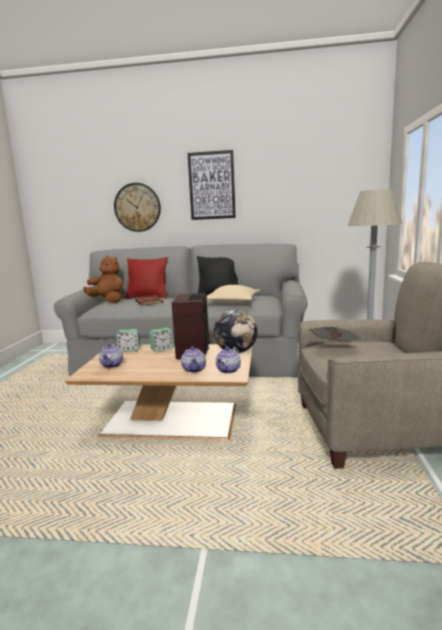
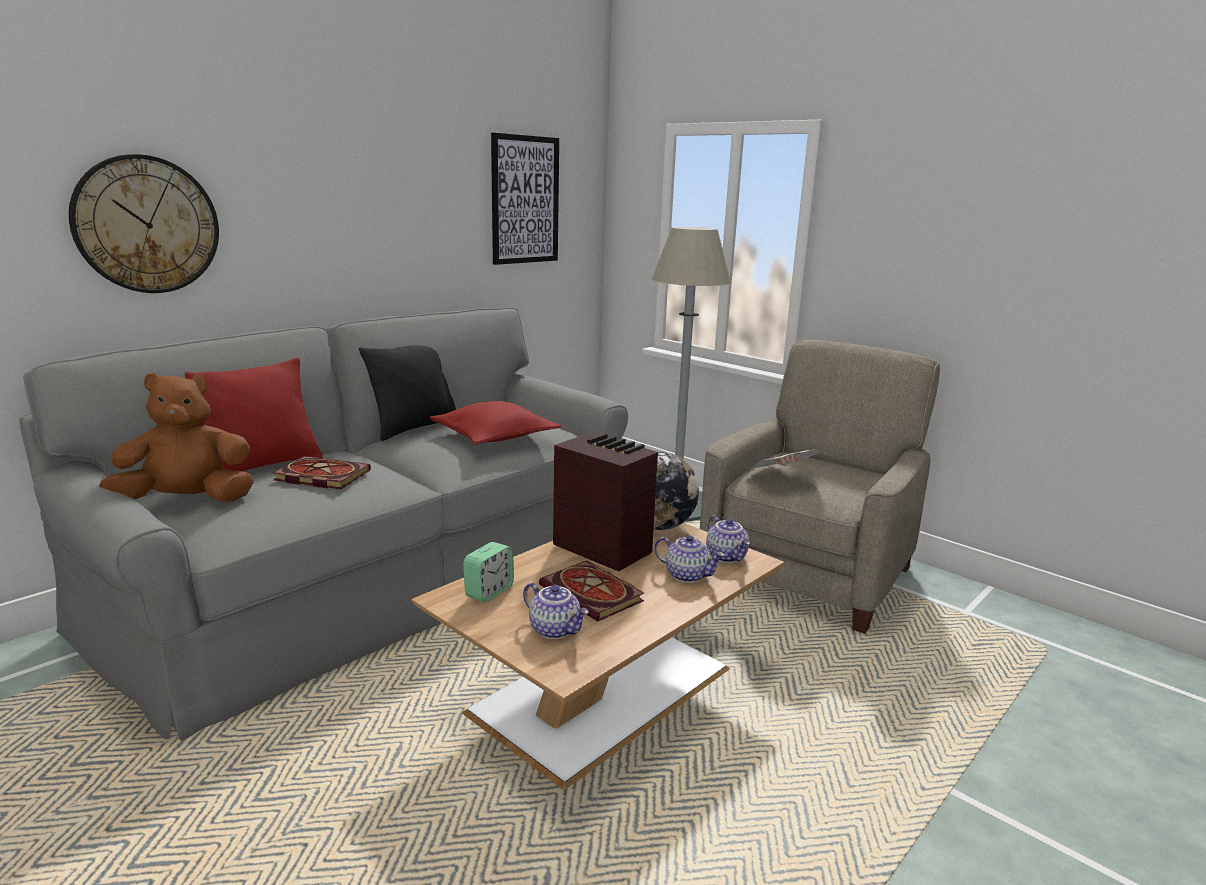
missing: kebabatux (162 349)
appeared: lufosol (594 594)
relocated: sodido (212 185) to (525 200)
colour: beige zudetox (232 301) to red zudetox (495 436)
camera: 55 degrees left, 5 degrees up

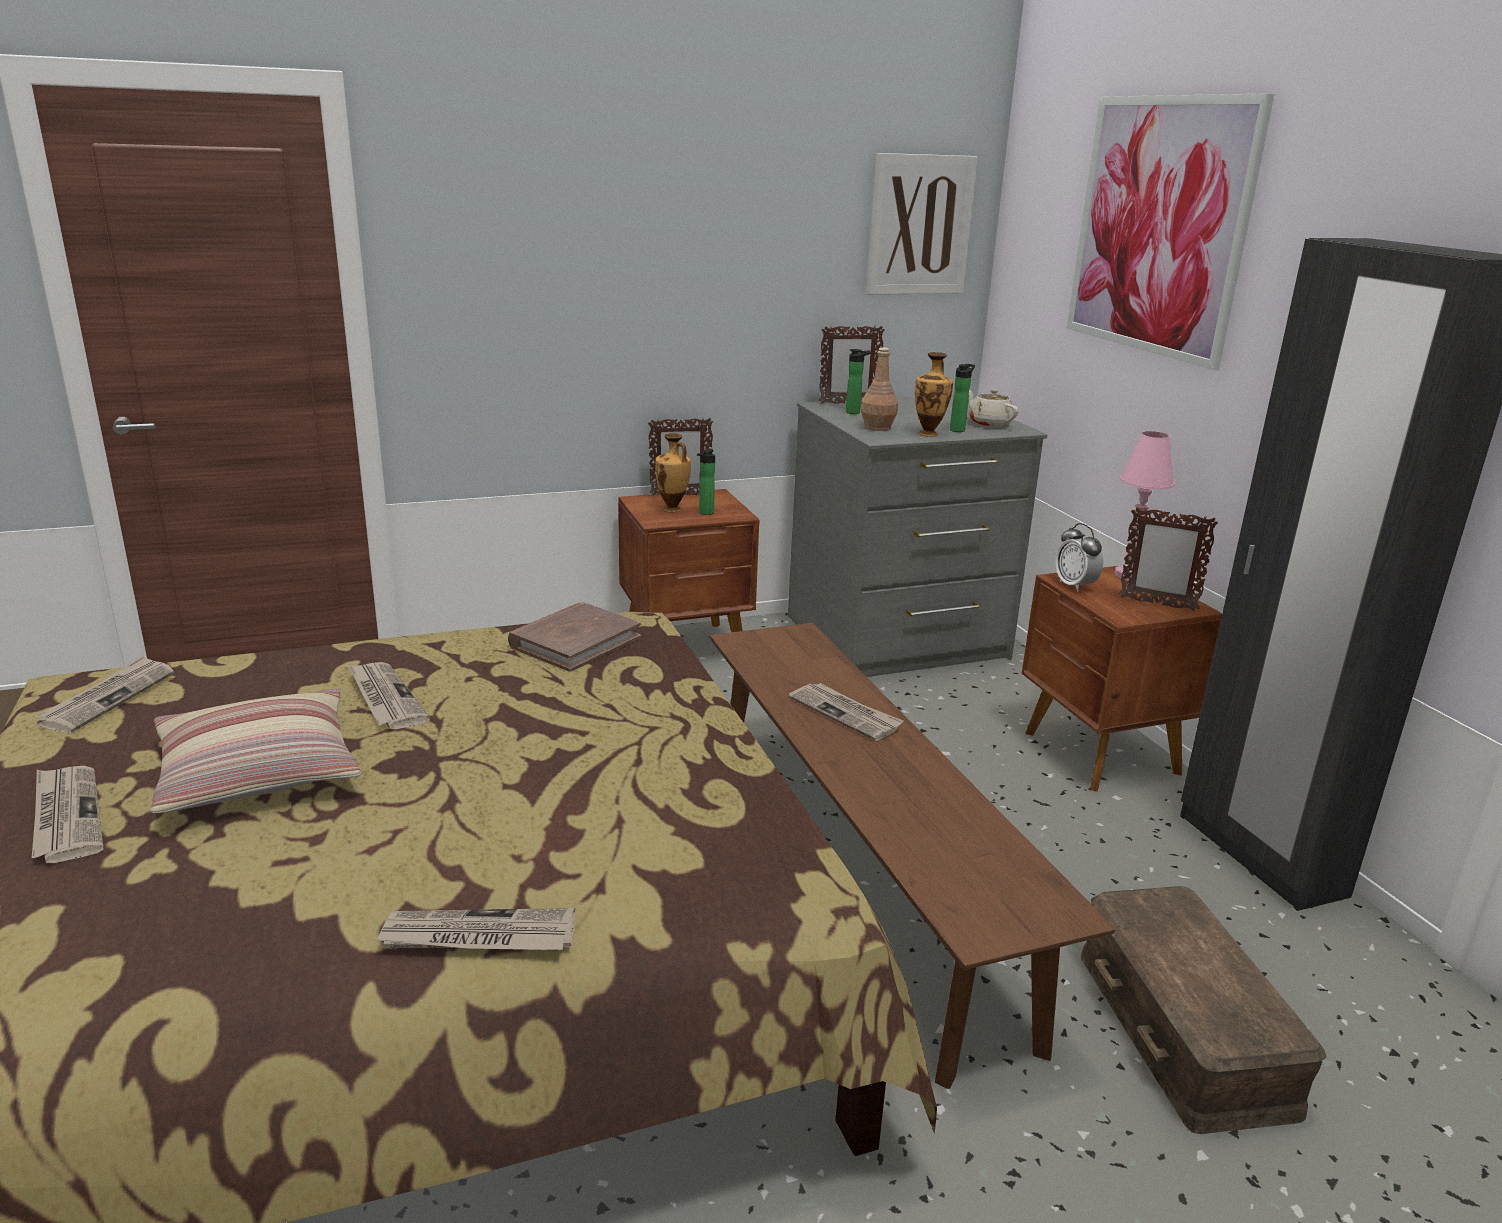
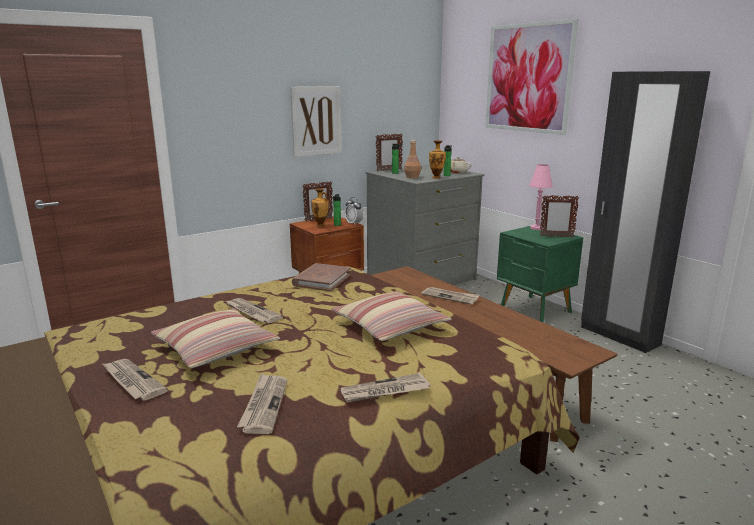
missing: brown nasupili (1186 1030)
appeared: zudetox (390 326)
relocated: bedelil (108 698) to (264 405); sodido (920 225) to (316 121); kebabatux (1075 586) to (354 223)
colour: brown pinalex (1100 754) to green pinalex (535 310)
camera: 15 degrees left, 5 degrees down

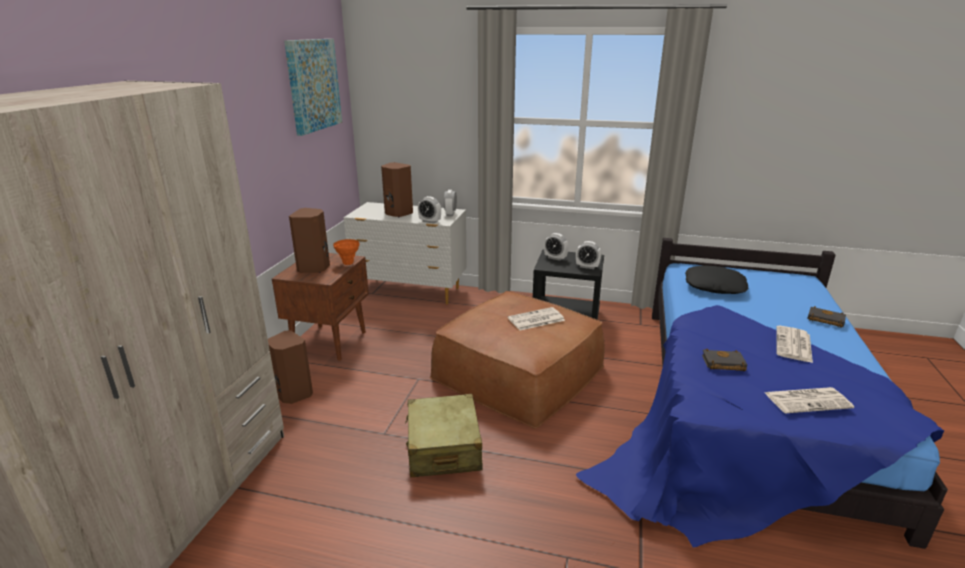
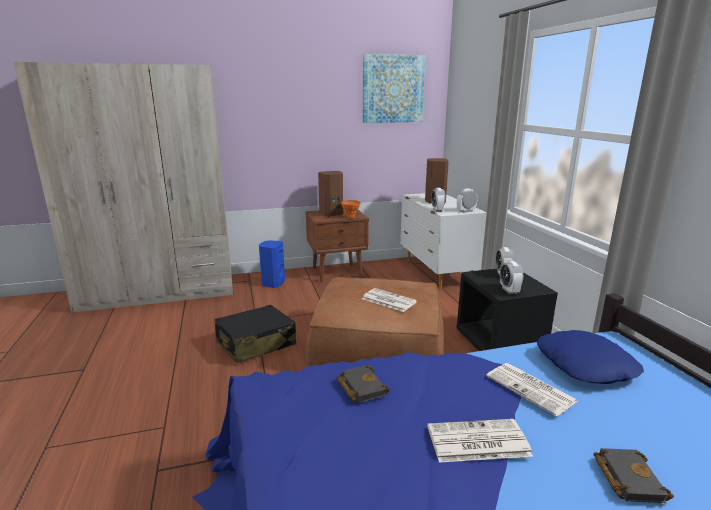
relocated: bedelil (808 400) to (532 389)
colour: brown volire (293 394) to blue volire (272 283); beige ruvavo (443 447) to black ruvavo (255 344); black zudetox (714 286) to blue zudetox (585 365)
camera: 60 degrees right, 5 degrees down

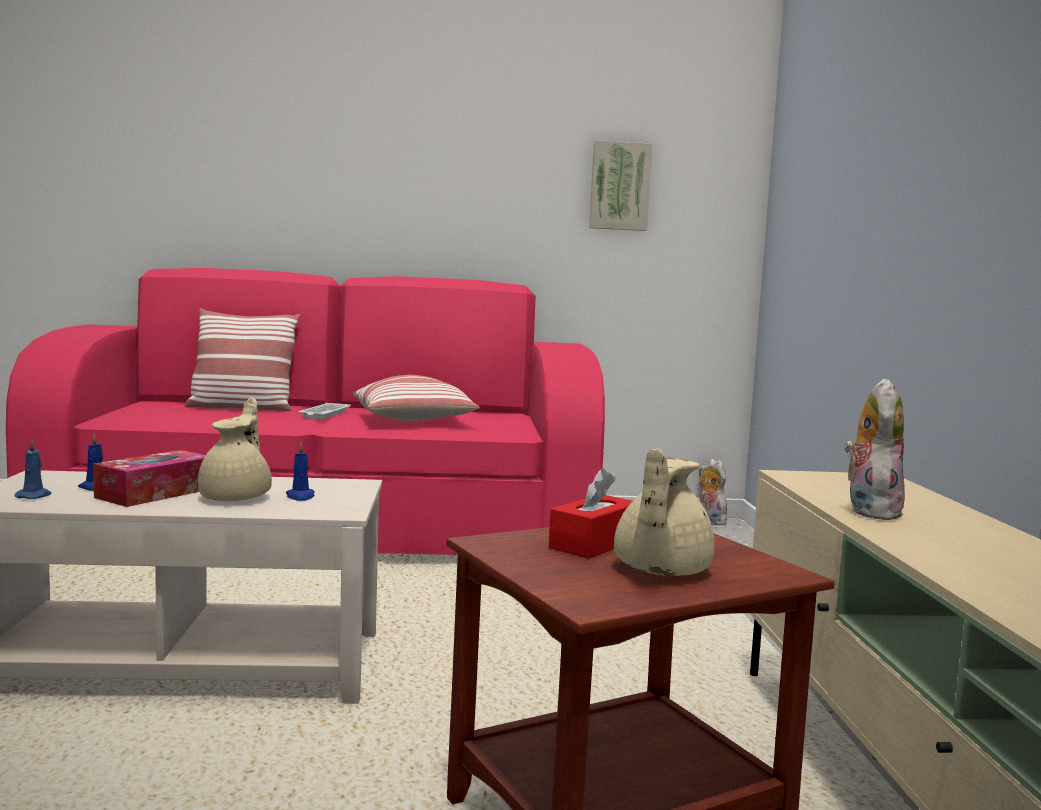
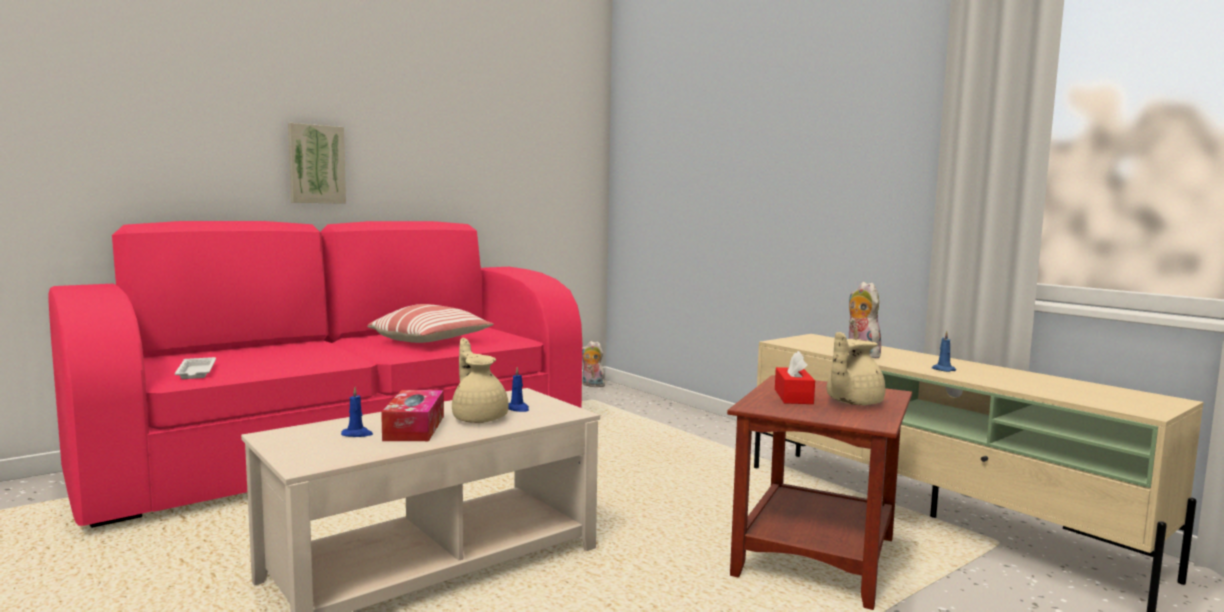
missing: zudetox (241 408)
relocated: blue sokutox (34 496) to (942 370); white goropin (324 415) to (196 372); sodido (619 186) to (316 164)
spun: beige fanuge (659 570) = (852 402) 60 degrees clockwise
camera: 35 degrees left, 0 degrees up

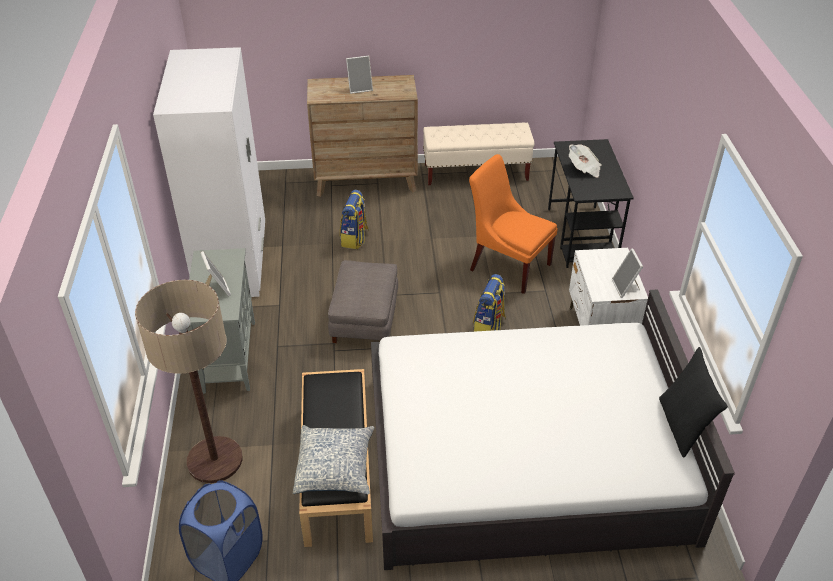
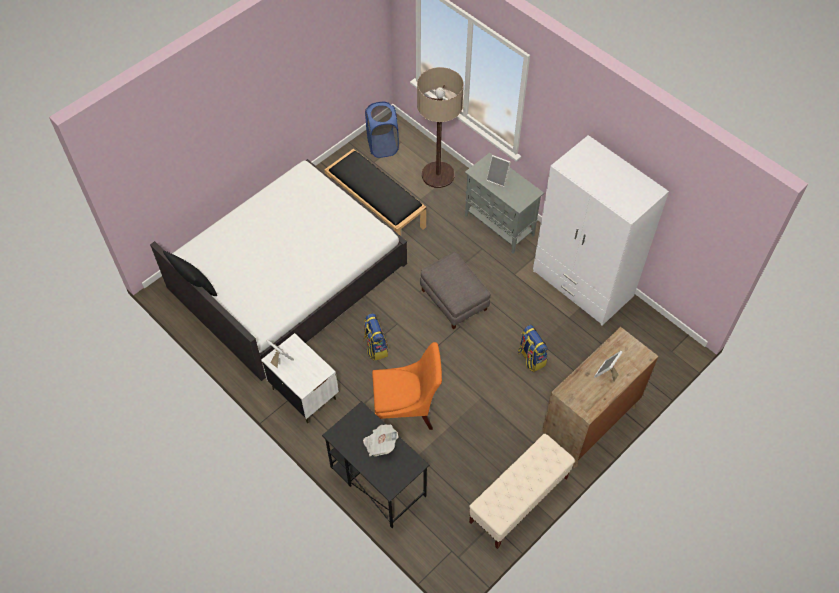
missing: zudetox (335 467)
camera: 140 degrees right, 15 degrees up

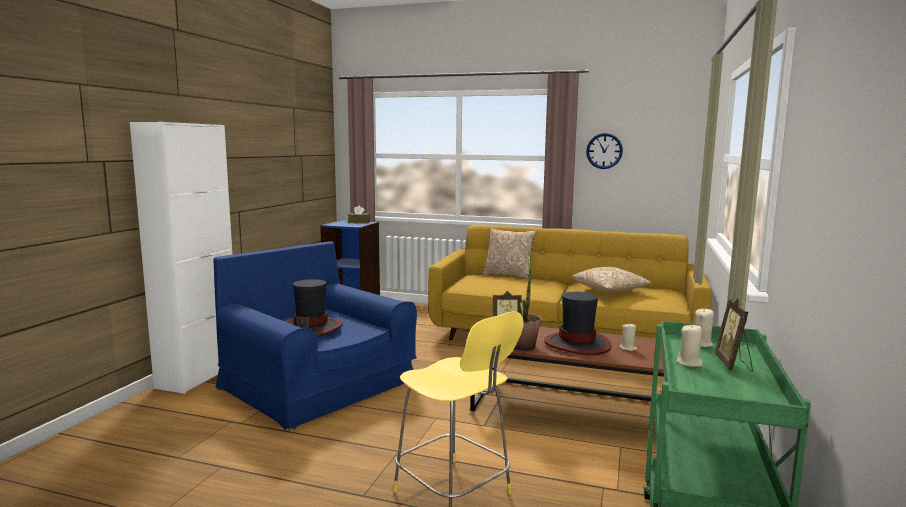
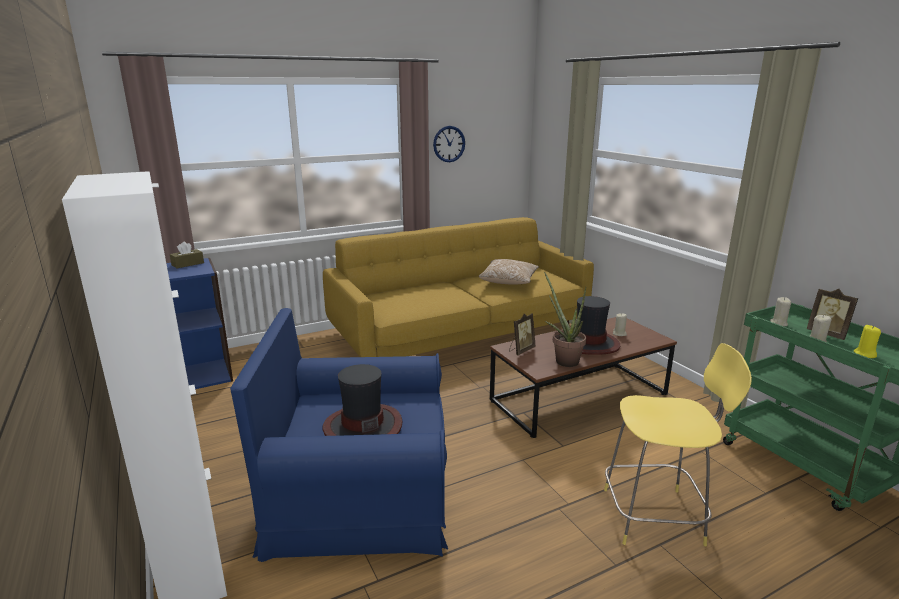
missing: zudetox (509 275)
appeared: yellow sokutox (864 354)
camera: 45 degrees left, 10 degrees up

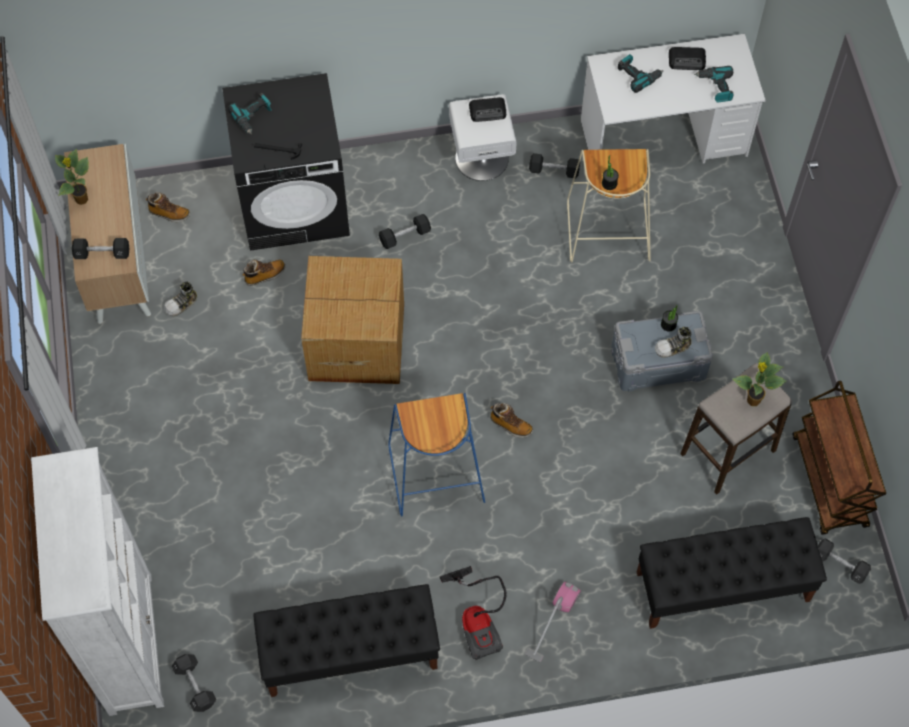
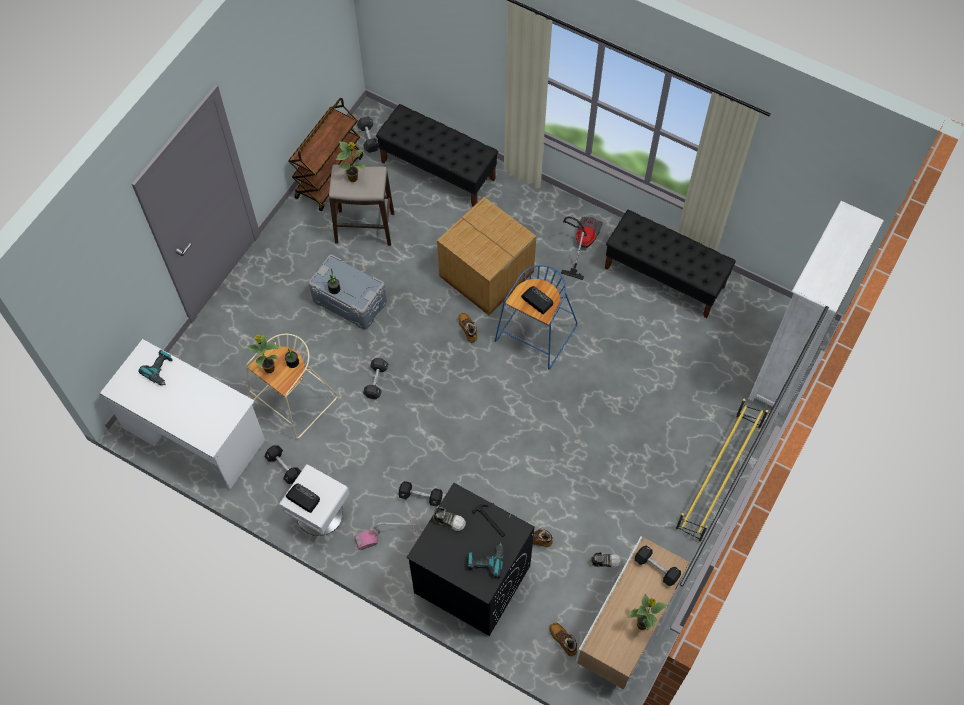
missing: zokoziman (638 75)
appeared: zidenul (269 368); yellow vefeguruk (718 478)
relocated: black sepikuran (195 685) to (376 381); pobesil (355 340) to (486 275); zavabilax (552 623) to (387 534); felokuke (673 347) to (449 521); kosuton (687 60) to (536 300)
camera: 140 degrees left, 0 degrees up

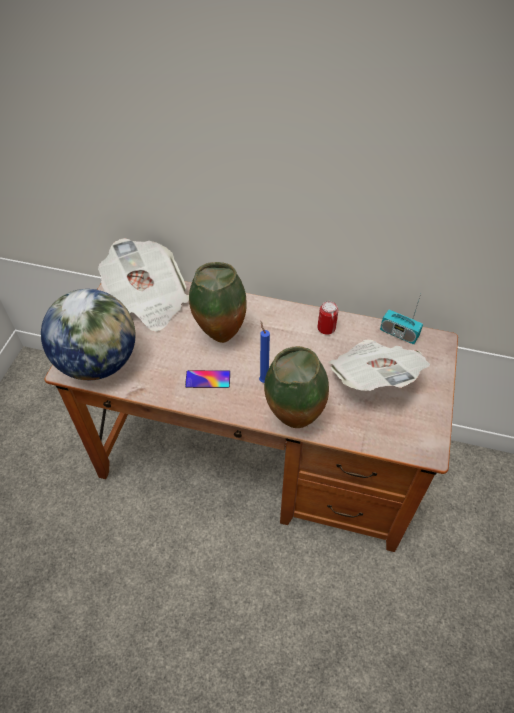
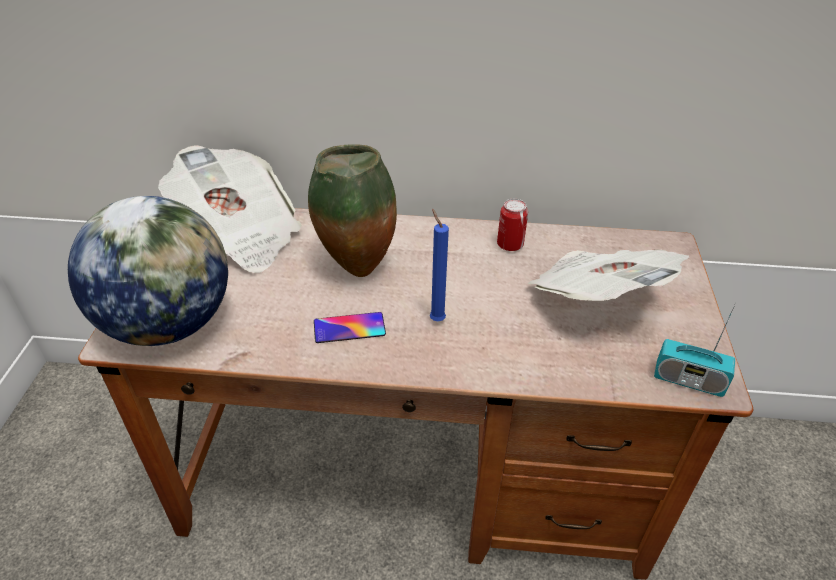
missing: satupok (293 421)
relocated: kosuton (399 333) to (688 380)
camera: 10 degrees left, 10 degrees down

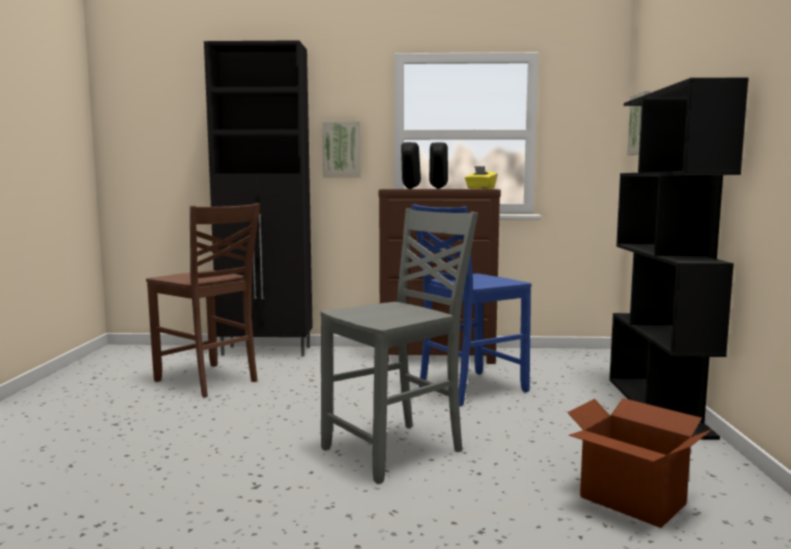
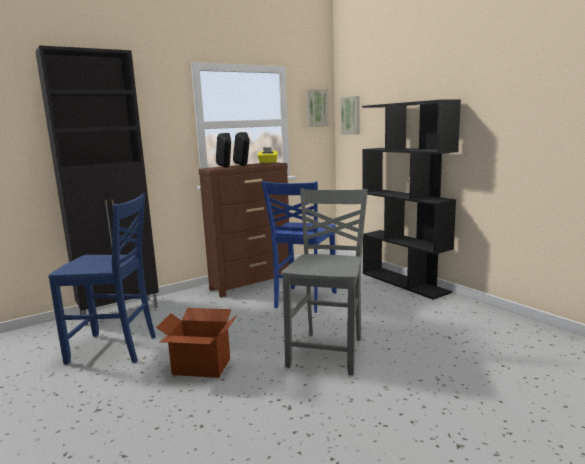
relocated: sodido (341 149) to (316 108); pobesil (632 501) to (201 367)
colour: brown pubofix (208 381) to blue pubofix (114 349)
camera: 35 degrees left, 5 degrees up

